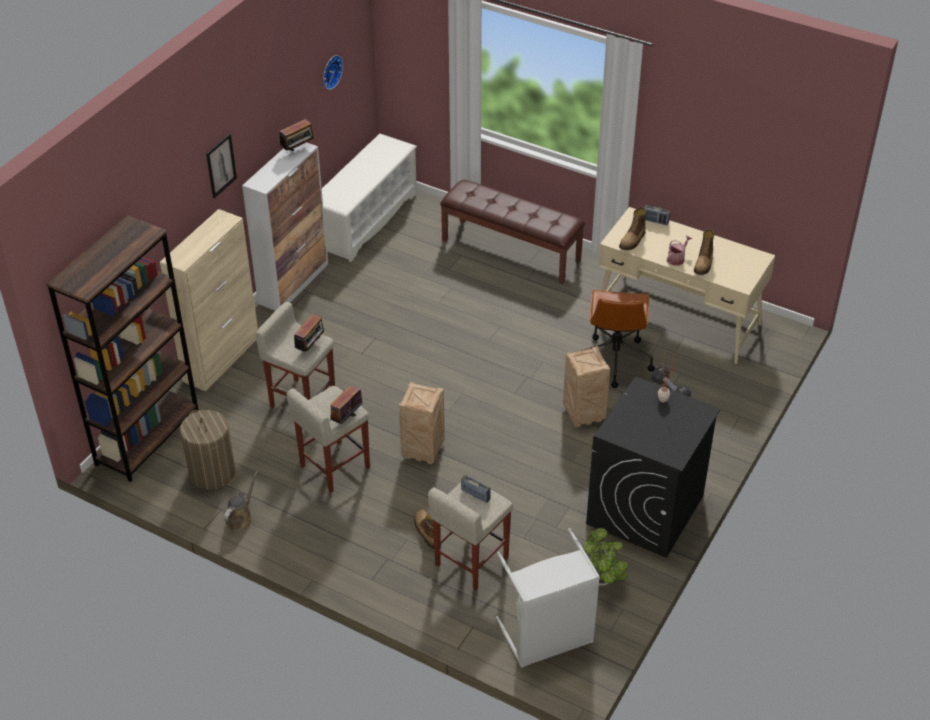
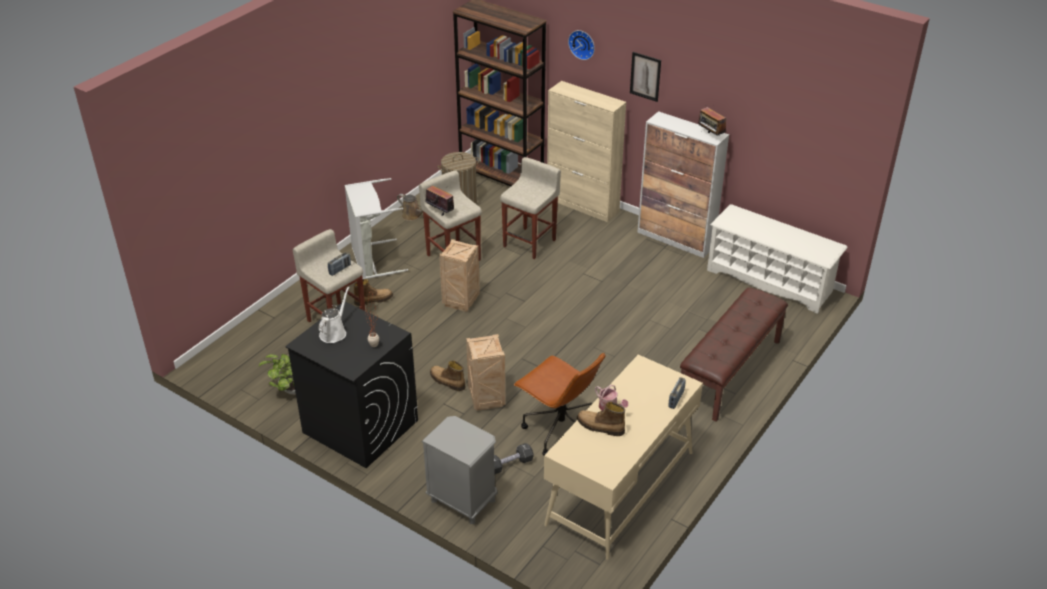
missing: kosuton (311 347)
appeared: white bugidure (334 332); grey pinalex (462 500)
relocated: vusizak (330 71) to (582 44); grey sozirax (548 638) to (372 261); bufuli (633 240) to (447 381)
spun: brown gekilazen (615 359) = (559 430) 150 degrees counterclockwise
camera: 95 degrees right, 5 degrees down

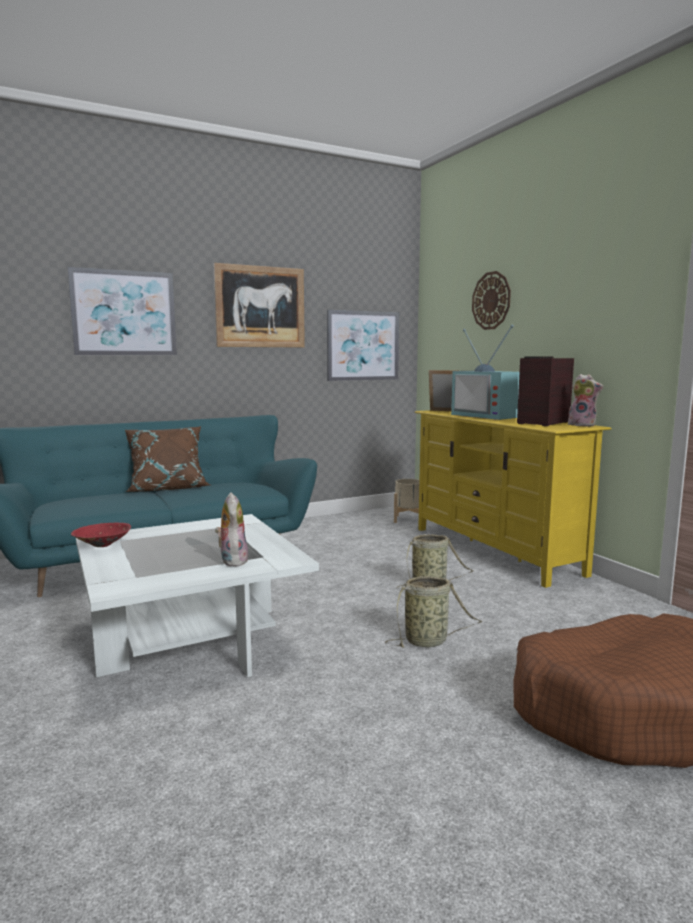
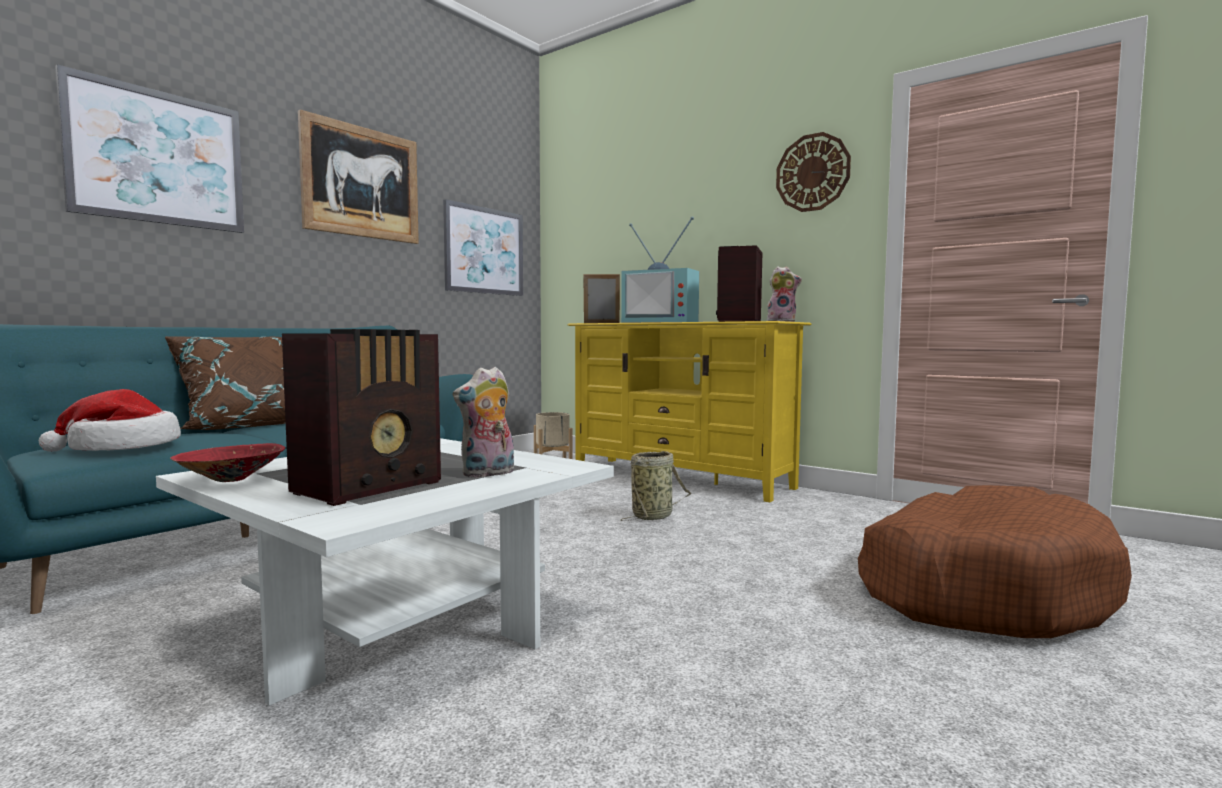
missing: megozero (428 641)
appeared: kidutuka (121 447); kosuton (372 487)
relocated: vusizak (491 300) to (812 172)
spun: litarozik (232 560) = (488 474) 90 degrees counterclockwise
camera: 25 degrees left, 5 degrees down

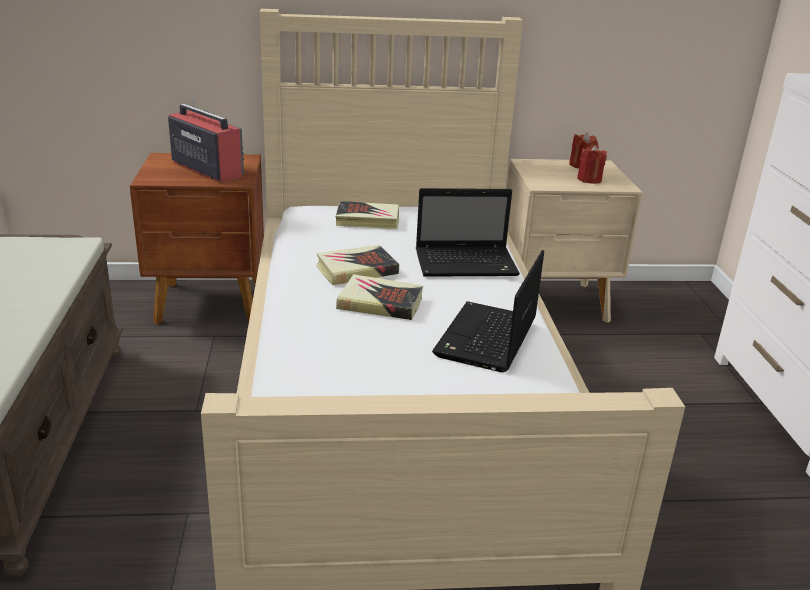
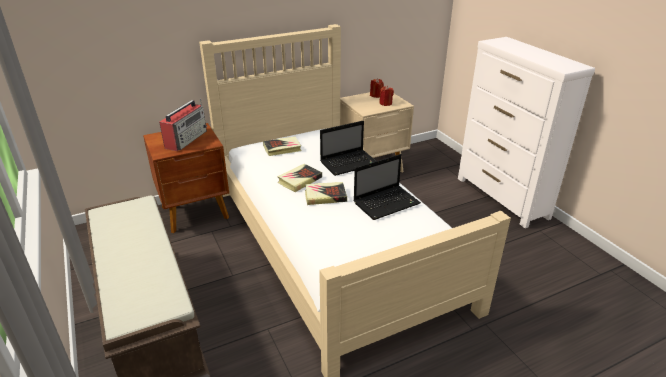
spun: kosuton (206 168) = (186 139) 90 degrees clockwise; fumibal (486 340) = (387 203) 120 degrees counterclockwise
camera: 20 degrees left, 5 degrees up

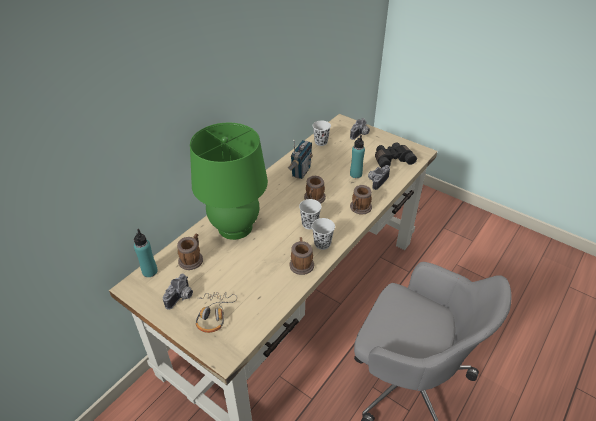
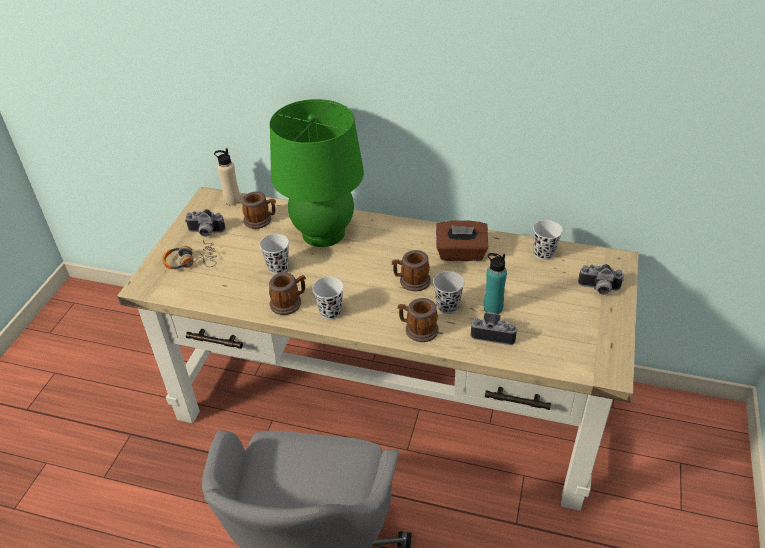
missing: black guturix (392 160)
appeared: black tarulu (447 306)
relocated: white tarulu (309 224) to (278 267)
exchanged: kosuton (300 171) to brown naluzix (461 253)
colour: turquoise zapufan (150 271) to beige zapufan (232 200)
camera: 70 degrees right, 0 degrees up

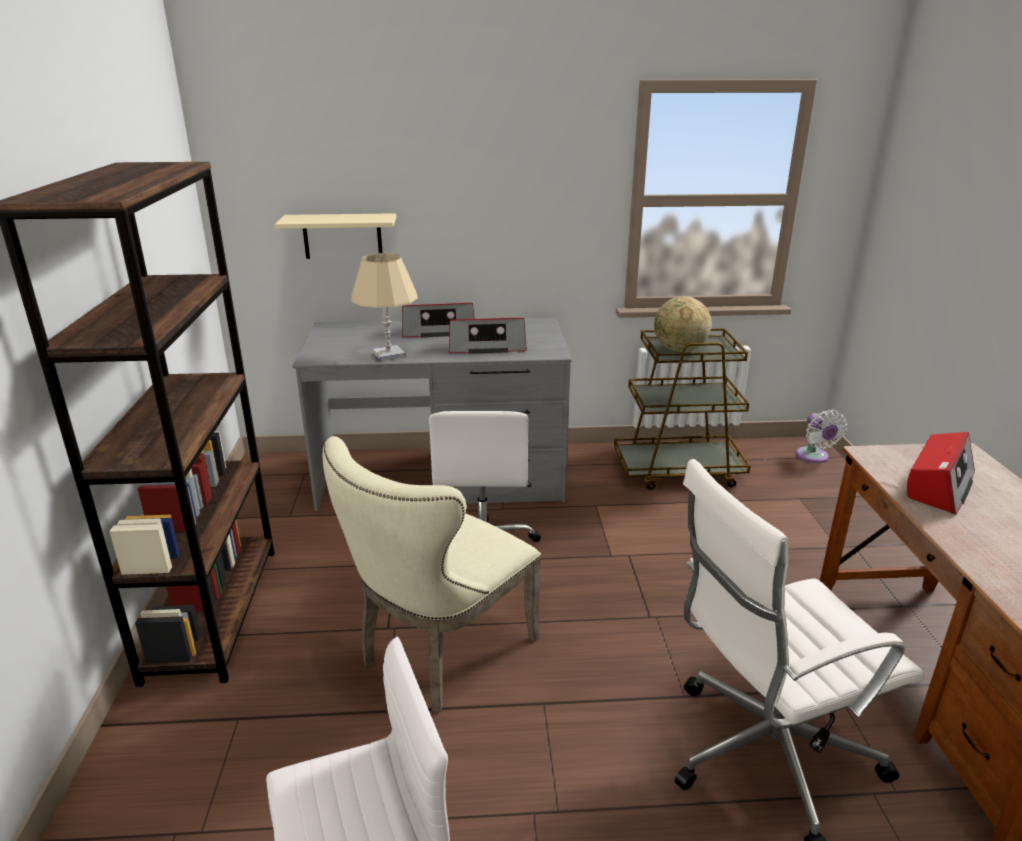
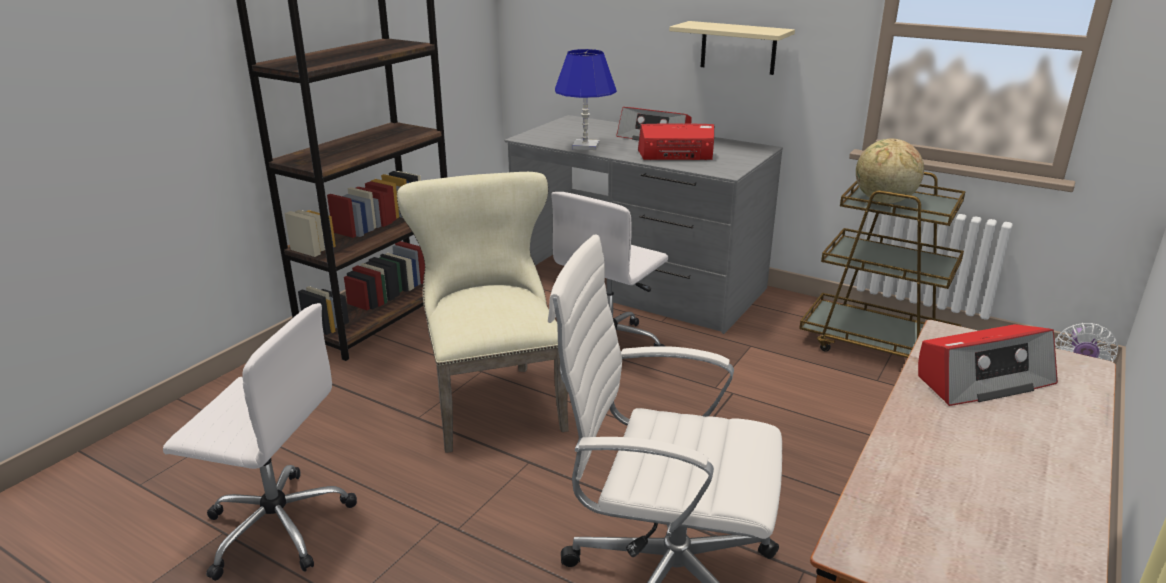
relocated: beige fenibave (342 236) to (738 48)
colour: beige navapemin (388 354) to blue navapemin (585 146)
spun: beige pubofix (440 654) = (492 400) 90 degrees clockwise; kosuton (487 346) = (676 156) 150 degrees clockwise
camera: 35 degrees right, 0 degrees up

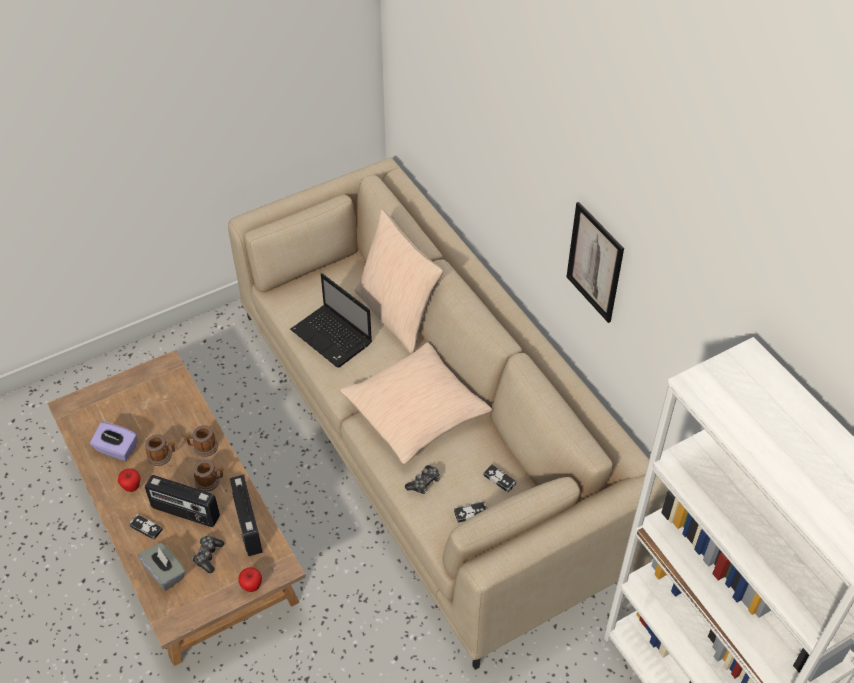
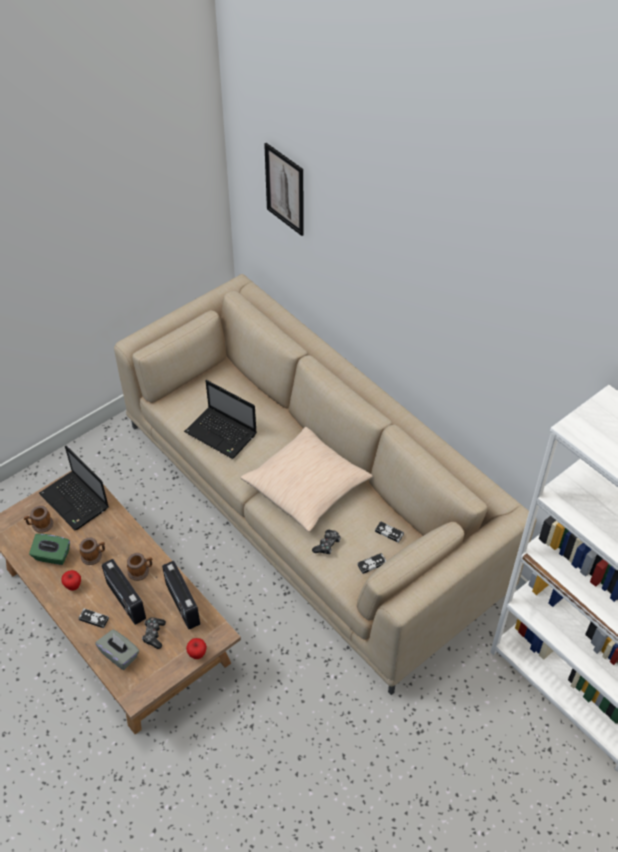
missing: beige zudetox (397 314)
appeared: fumibal (76 502)
relocated: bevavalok (203 447) to (40 525); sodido (595 262) to (285 189)
colour: purple naluzix (116 449) to green naluzix (52 556)
spun: kosuton (185 513) = (125 601) 45 degrees clockwise
camera: 10 degrees left, 0 degrees up

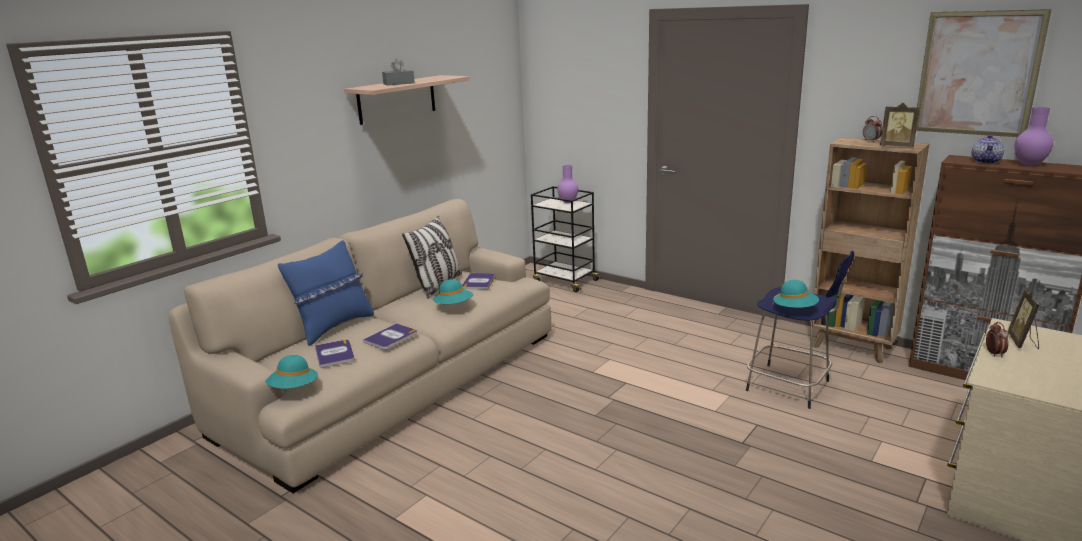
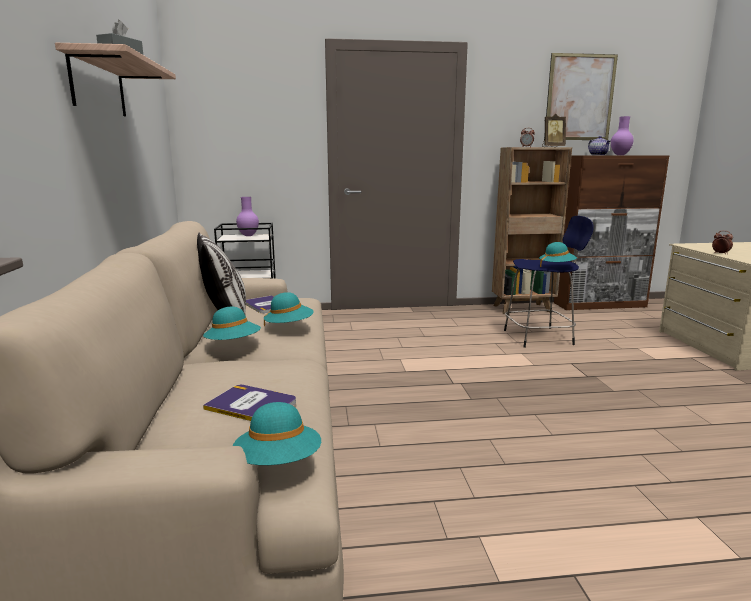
missing: blue zudetox (334 327); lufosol (391 337); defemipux (1023 342)
appeared: turquoise kidutuka (233 344)
camera: 45 degrees left, 5 degrees down

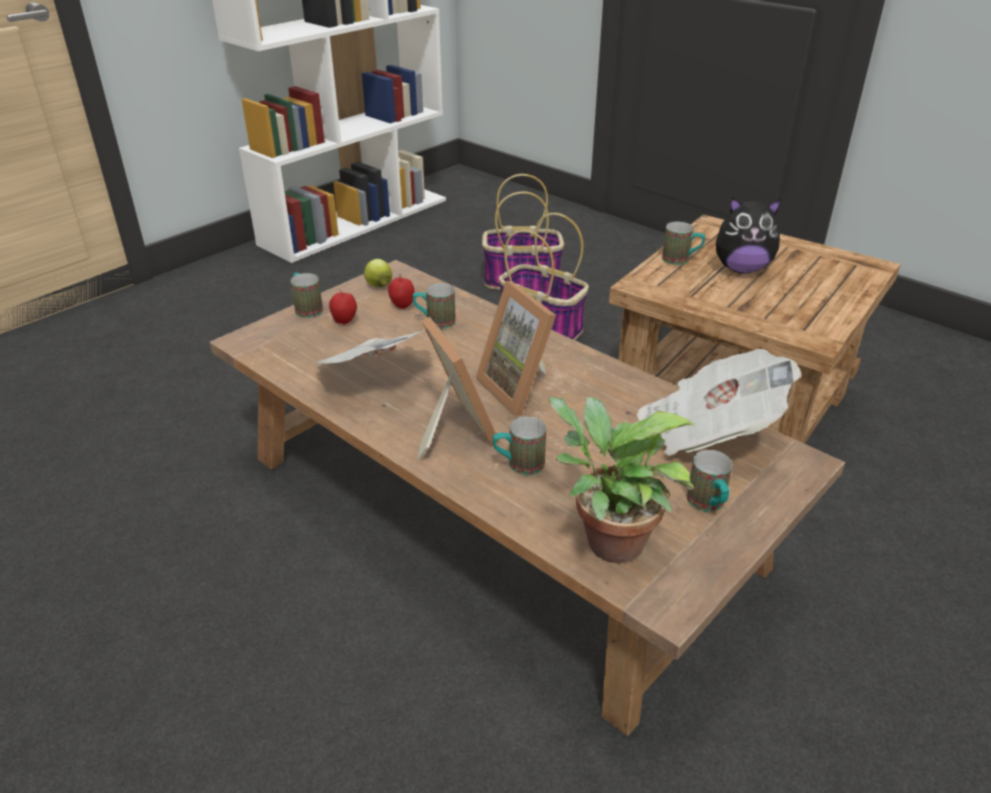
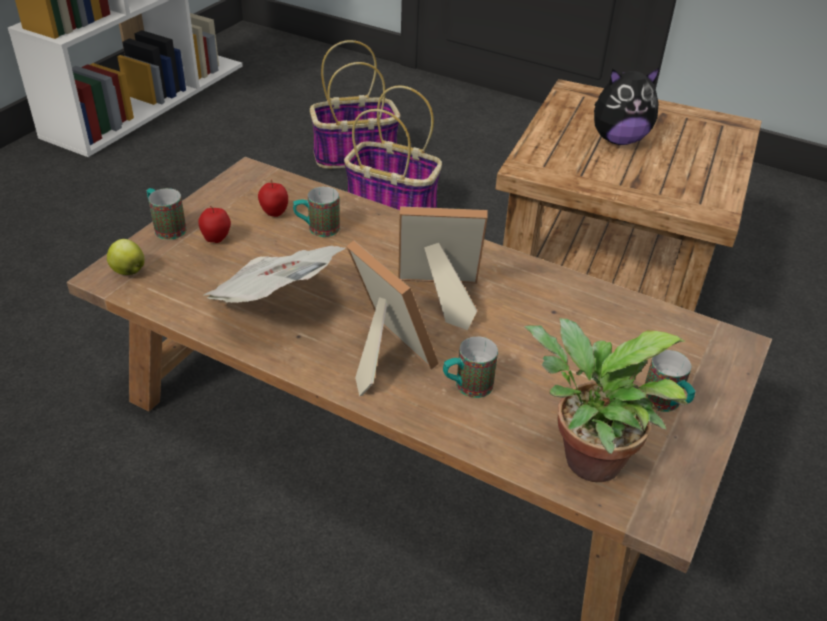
missing: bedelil (707 431); bevavalok (681 260)
relocated: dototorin (378 285) to (128 271)
spun: defemipux (521 388) = (438 298) 135 degrees clockwise
camera: 15 degrees left, 5 degrees up

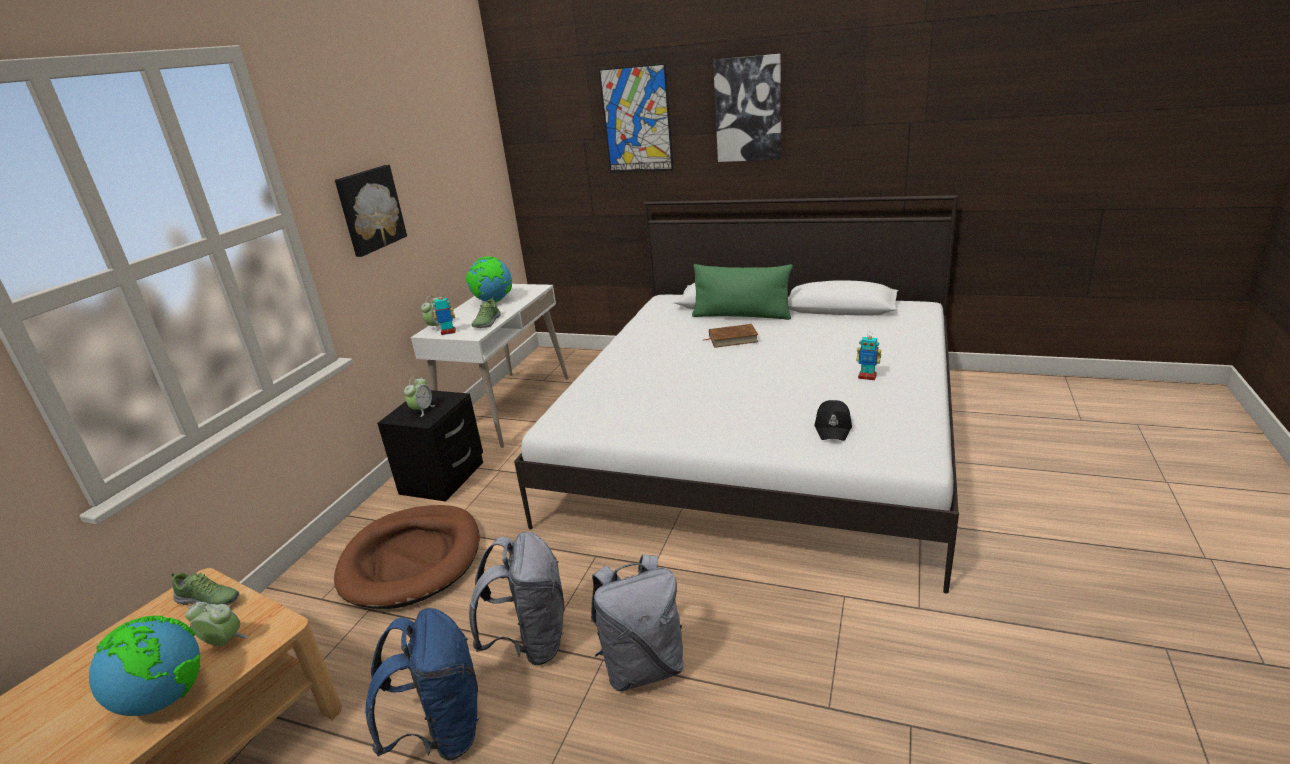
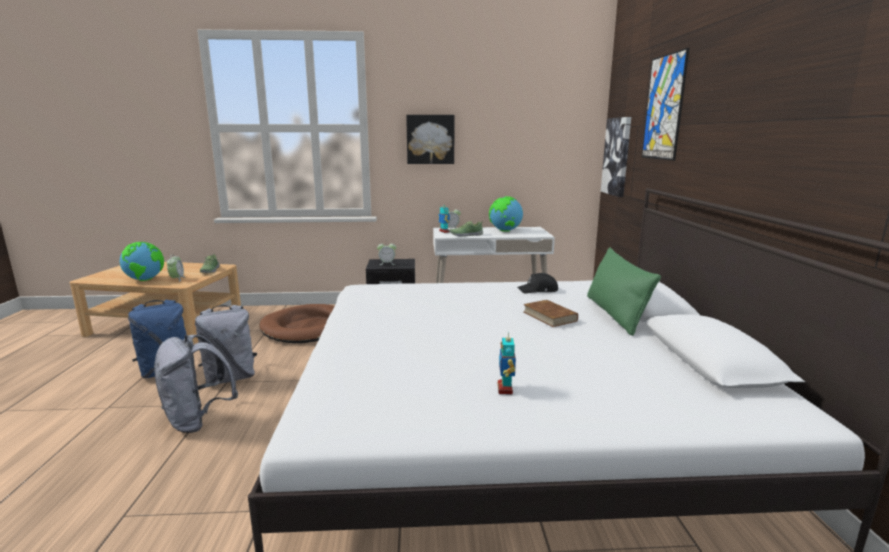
relocated: sodido (748 109) to (617 156); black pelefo (833 427) to (538 290)
camera: 65 degrees right, 10 degrees down

